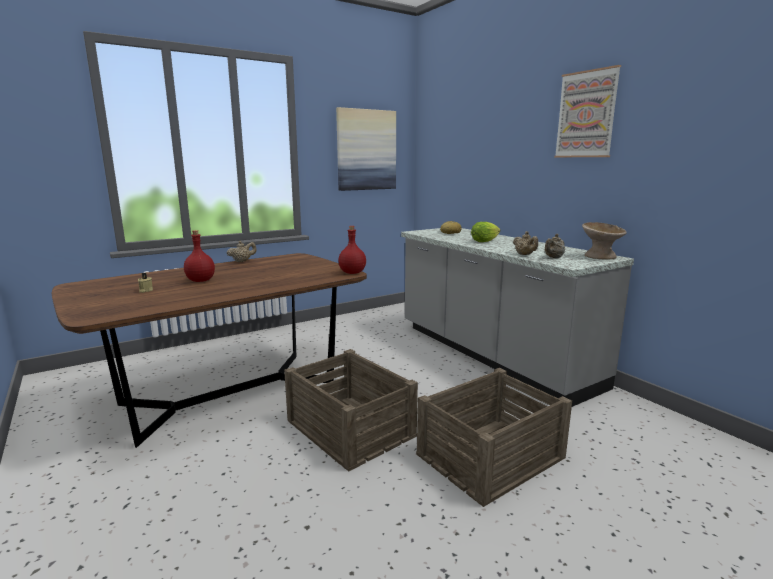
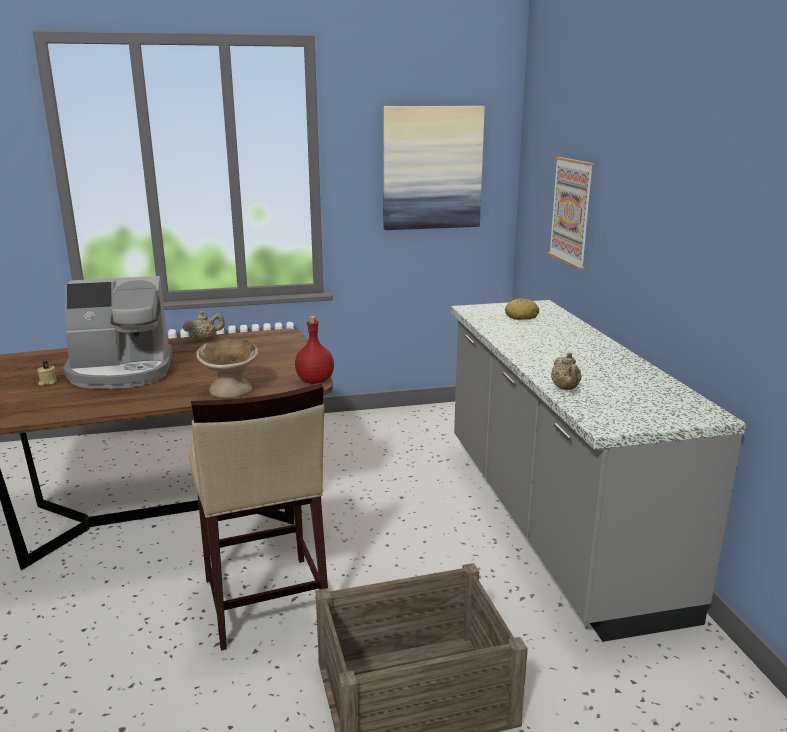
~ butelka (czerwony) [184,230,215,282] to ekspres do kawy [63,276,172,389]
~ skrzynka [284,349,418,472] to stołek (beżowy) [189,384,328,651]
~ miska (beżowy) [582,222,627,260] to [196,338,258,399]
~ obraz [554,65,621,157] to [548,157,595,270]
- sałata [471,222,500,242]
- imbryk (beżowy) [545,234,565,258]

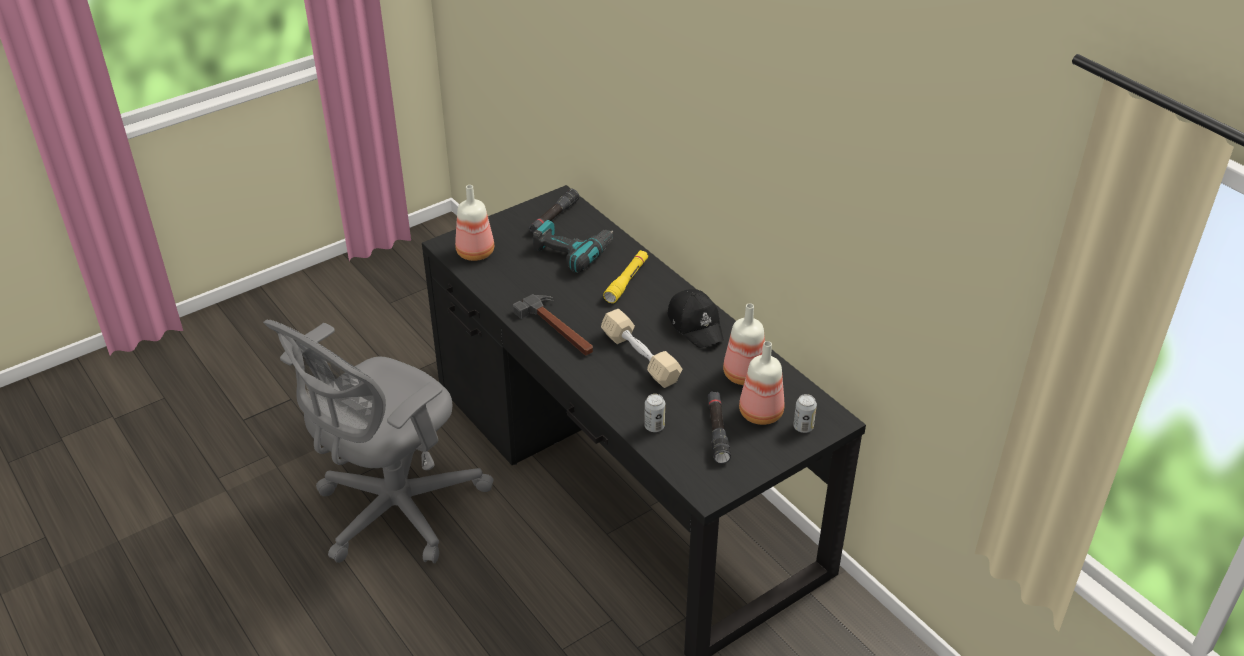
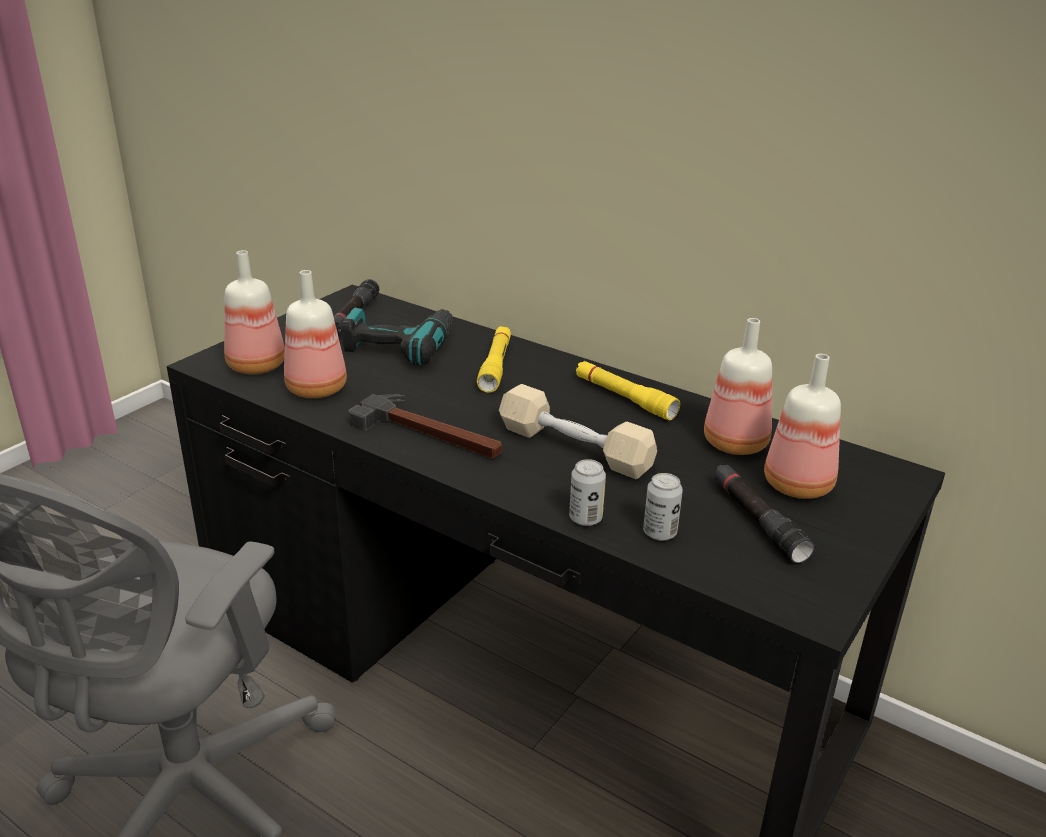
+ butelka [284,270,347,398]
~ puszka [793,394,817,433] to [569,459,606,526]
~ czapka z daszkiem (czarny) [667,289,724,348] to latarka (żółty) [576,361,680,420]

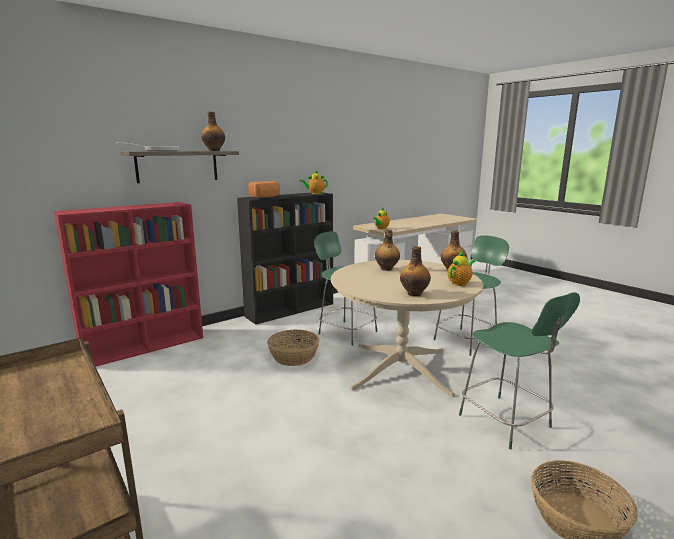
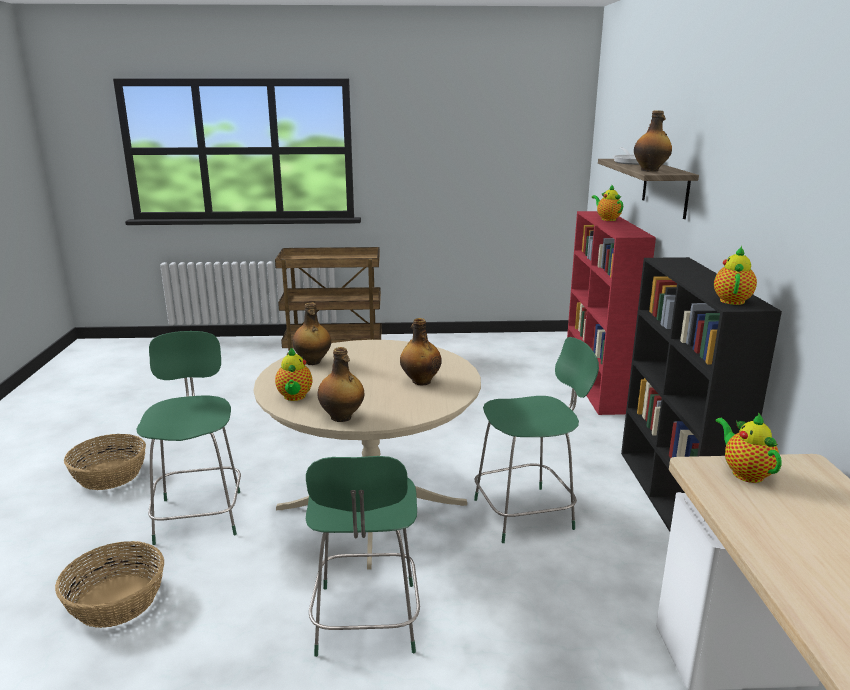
~ koszyk [267,329,319,366] to [55,541,164,628]
~ krzesło (zielony) [459,292,580,449] = [136,331,241,545] 75 degrees clockwise
+ imbryk [592,185,623,221]
- chleb [248,181,280,198]

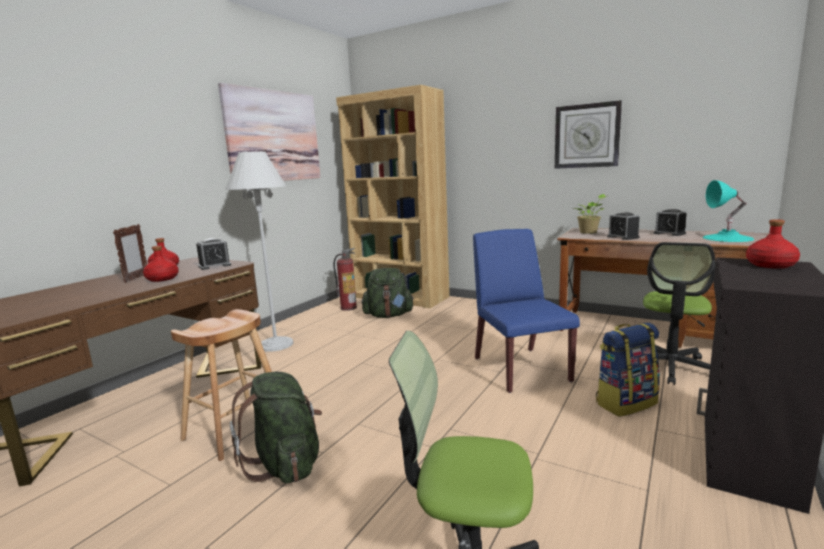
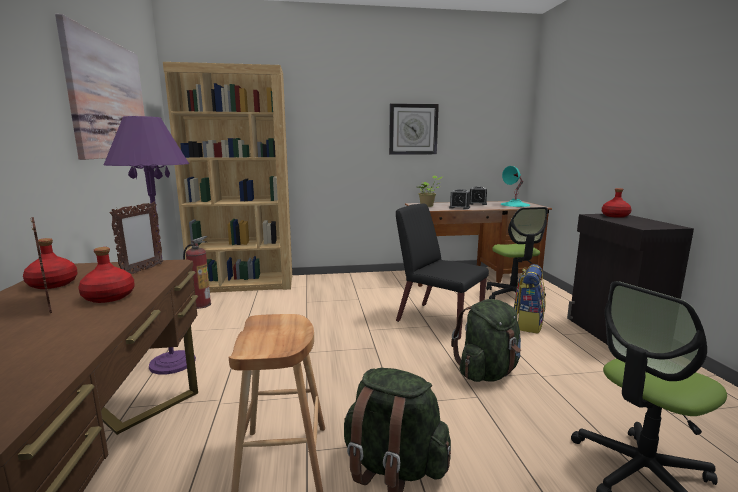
~ lampa stojąca (biały) [225,151,293,352] to lampa stojąca (fioletowy) [104,116,196,375]
~ budzik [196,238,231,270] to ramka na zdjęcie [110,202,163,274]
~ krzesło (niebieski) [473,229,580,393] to krzesło (czarny) [396,203,489,340]
~ plecak (zielony) [362,268,414,318] to [451,299,521,382]

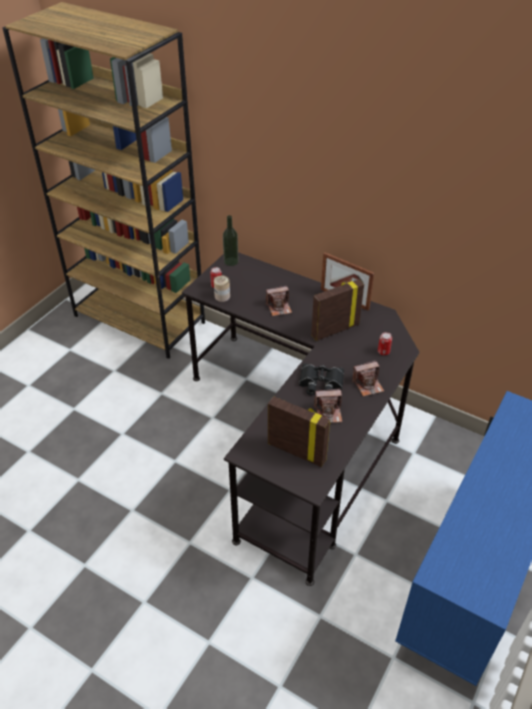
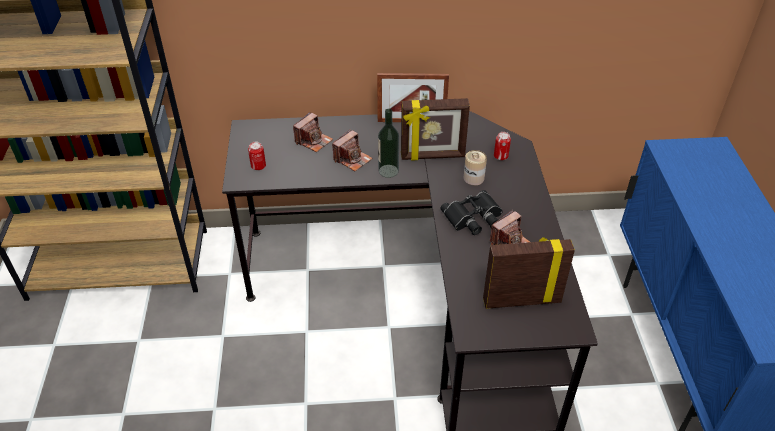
~ aparat fotograficzny [352,360,384,397] to [293,112,333,152]
~ butelka [223,215,239,266] to [378,108,399,178]
~ ramka na zdjęcie [311,279,364,341] = [401,98,470,161] 120 degrees counterclockwise
~ puszka [214,276,230,302] to [464,150,487,185]

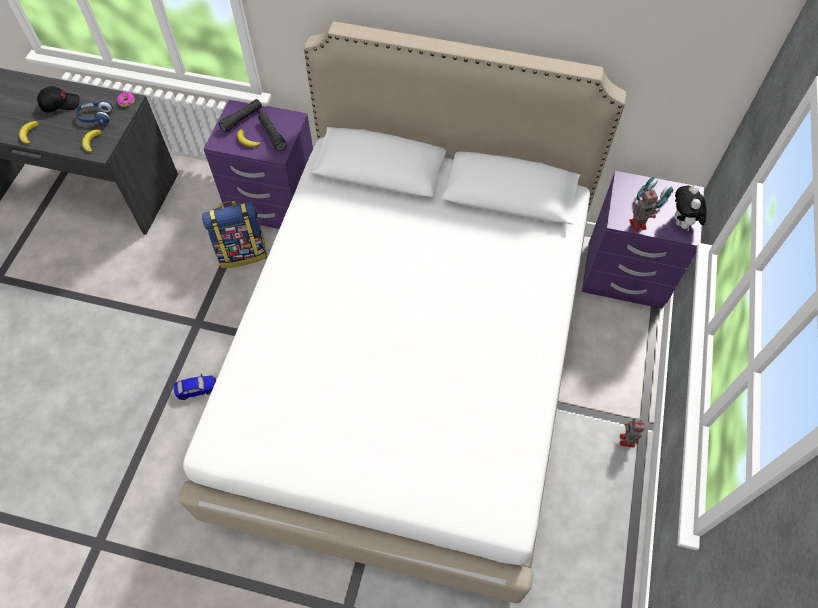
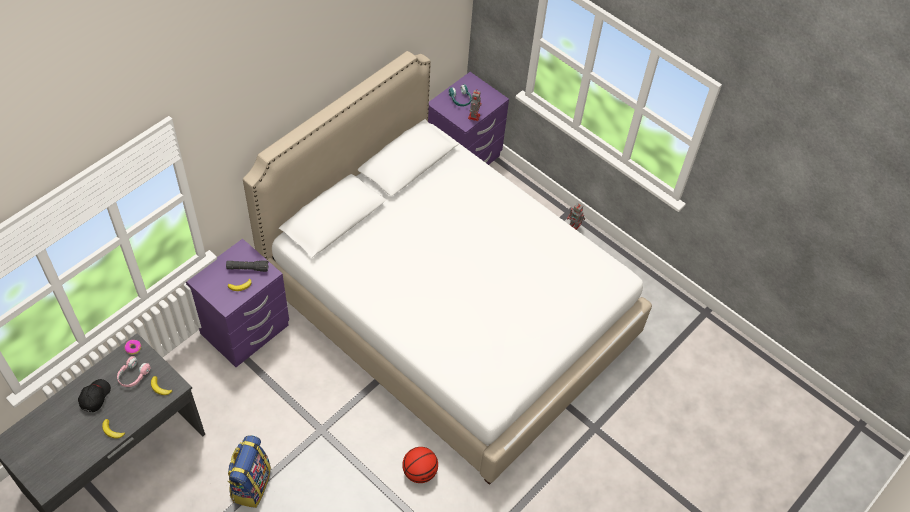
~ słuchawki (niebieski) [76,100,113,125] to słuchawki (różowy) [117,356,150,387]
~ plecak [202,201,267,268] to [227,435,271,508]
+ piłka do koszykówki [402,447,438,483]
- samochodzik [174,374,216,400]
- latarka (czarny) [218,99,262,132]
- pluszak [674,185,706,232]

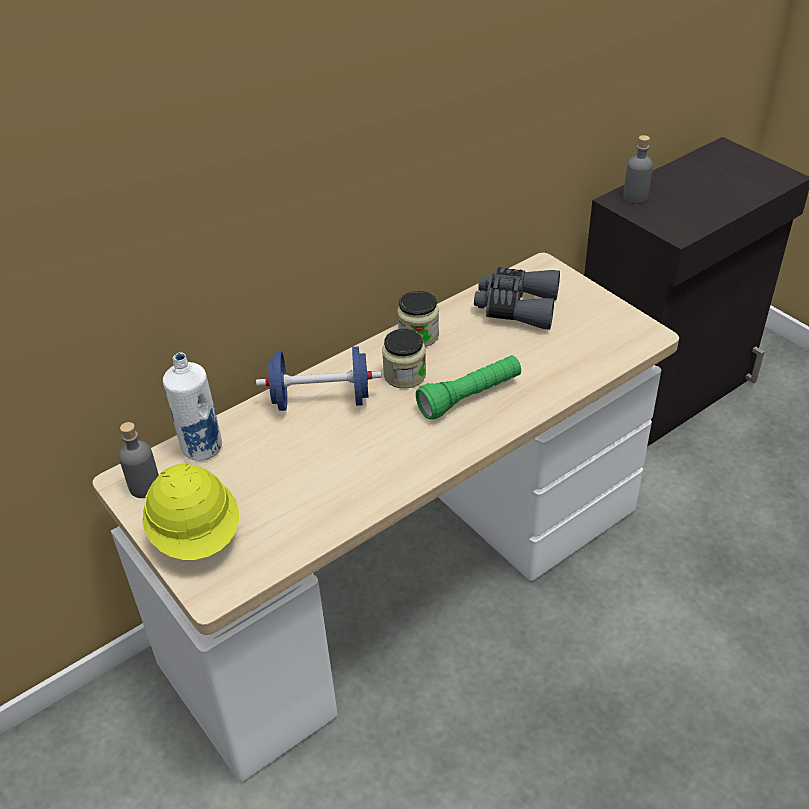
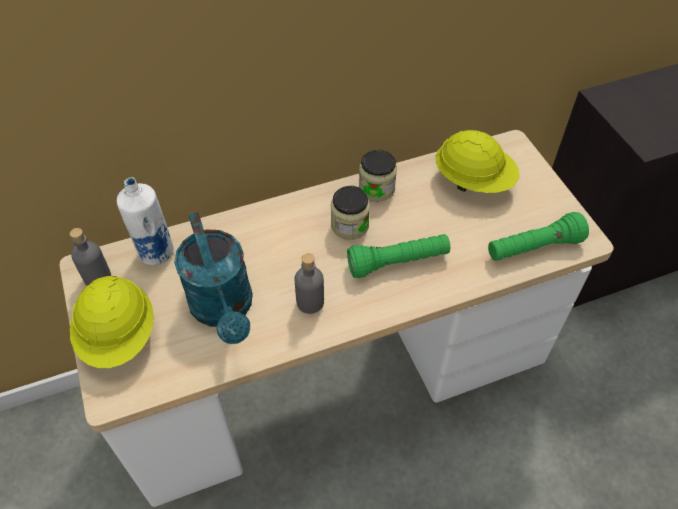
+ konewka (turkusowy) [174,212,253,344]
~ butelka (szary) [623,135,653,203] to [295,253,324,314]
~ lornetka (szary) [474,267,560,330] to kask (żółty) [436,130,520,193]
+ latarka (zielony) [488,212,589,261]
- hantel (niebieski) [256,346,382,411]

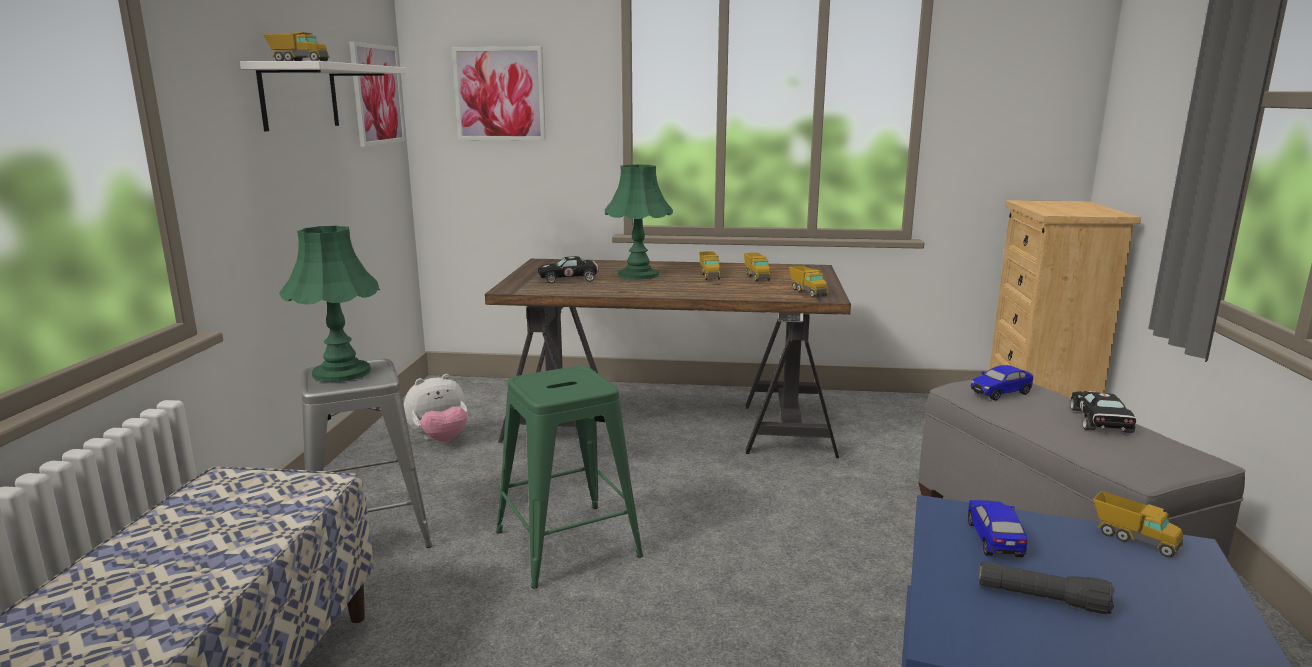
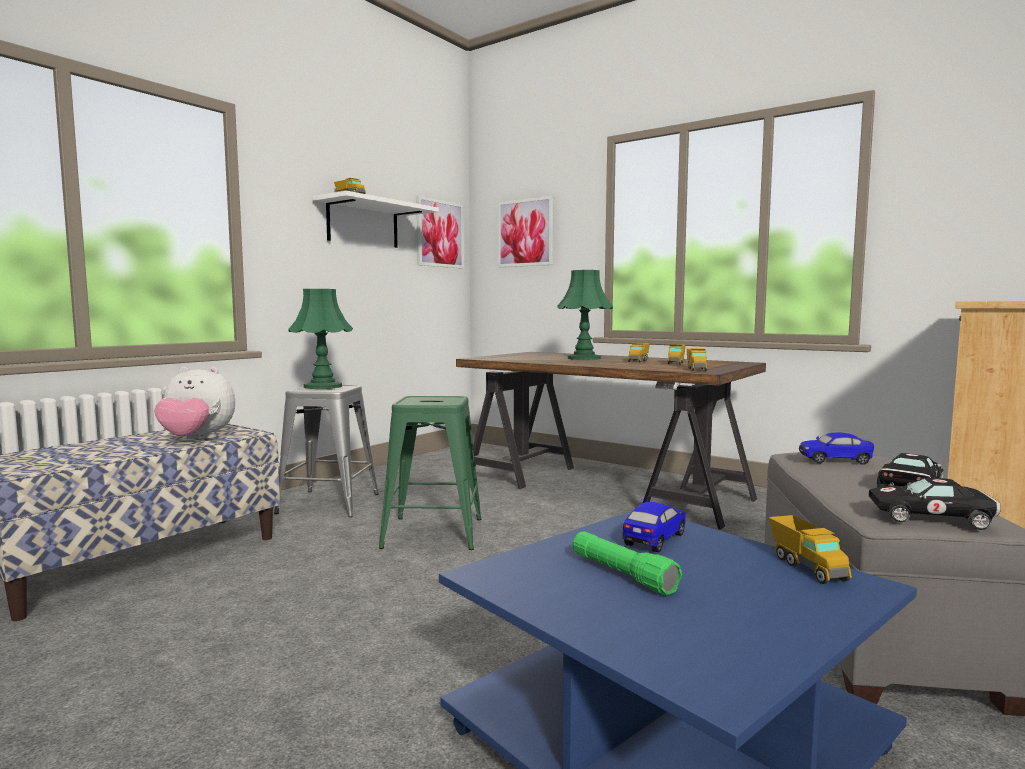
~ pluszak [404,374,467,442] to [154,367,235,439]
~ latarka (czarny) [979,561,1115,614] to latarka (zielony) [573,531,682,595]
~ samochodzik (czarny) [538,256,599,283] to [869,478,1001,530]

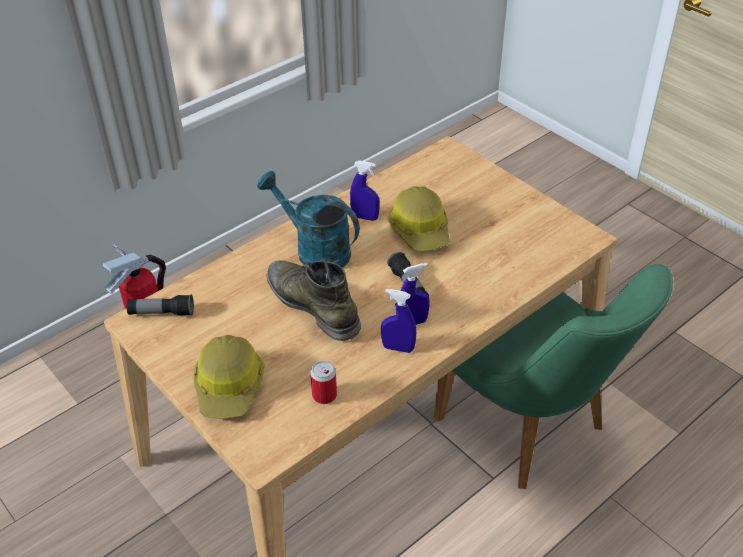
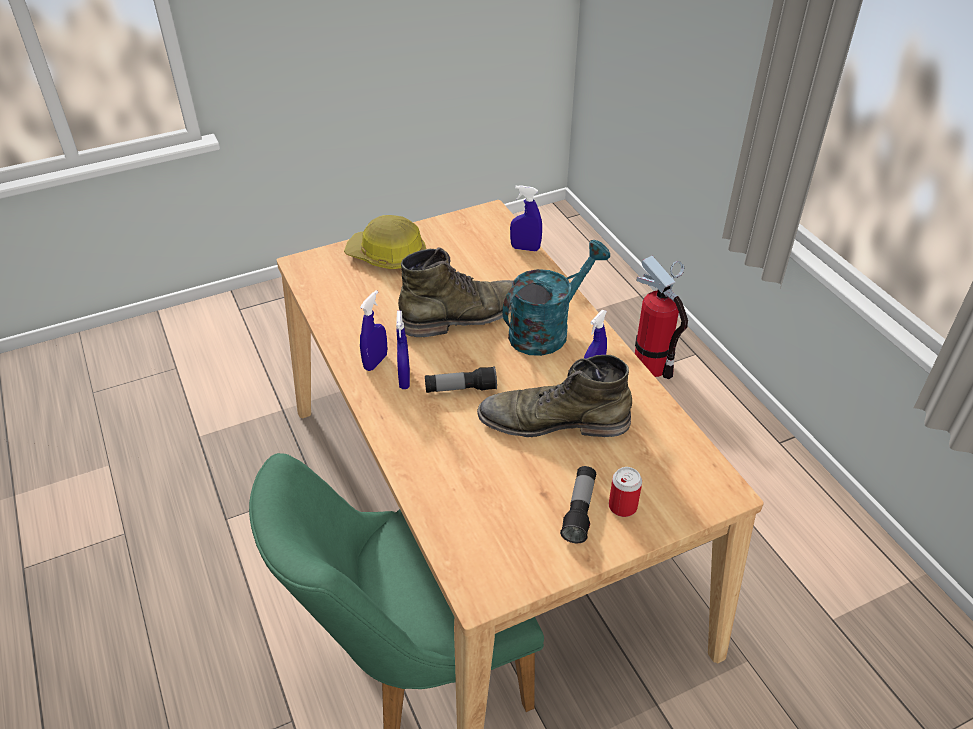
~ kask [387,186,450,252] to but z cholewką (zielony) [477,355,632,437]
+ spryskiwacz (niebieski) [510,185,542,251]
~ latarka [127,295,194,316] to [560,466,596,543]
~ puszka [310,361,337,404] to [609,467,642,517]

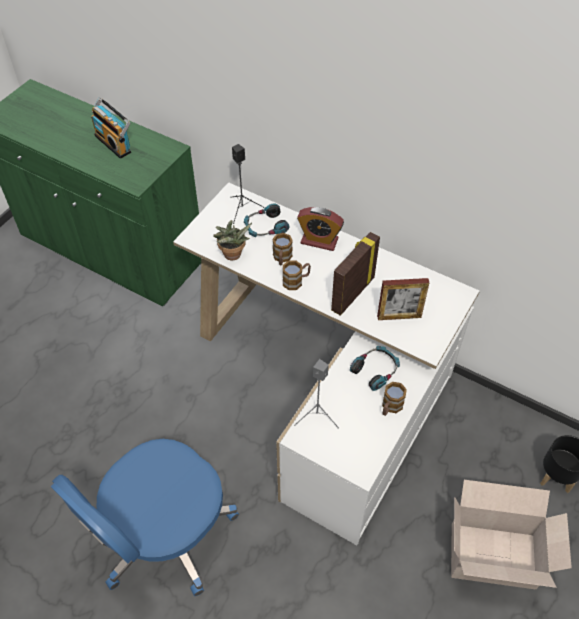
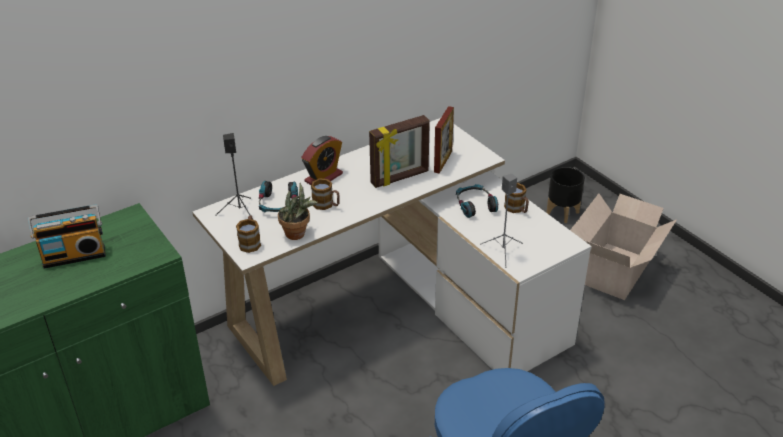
~ kubek [283,261,311,290] to [236,215,261,253]
~ ramka na zdjęcie [331,232,380,316] = [369,115,430,188] 90 degrees counterclockwise

